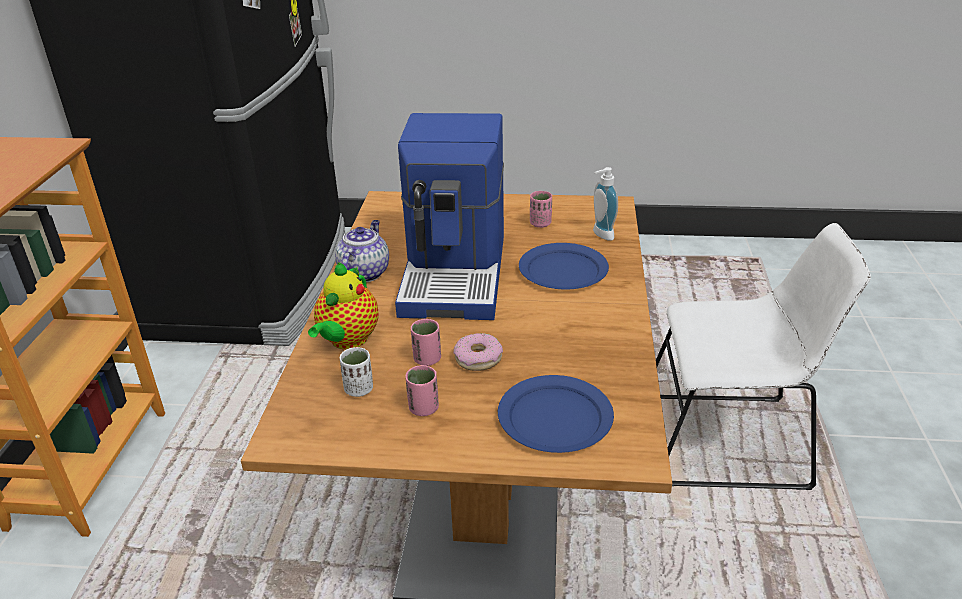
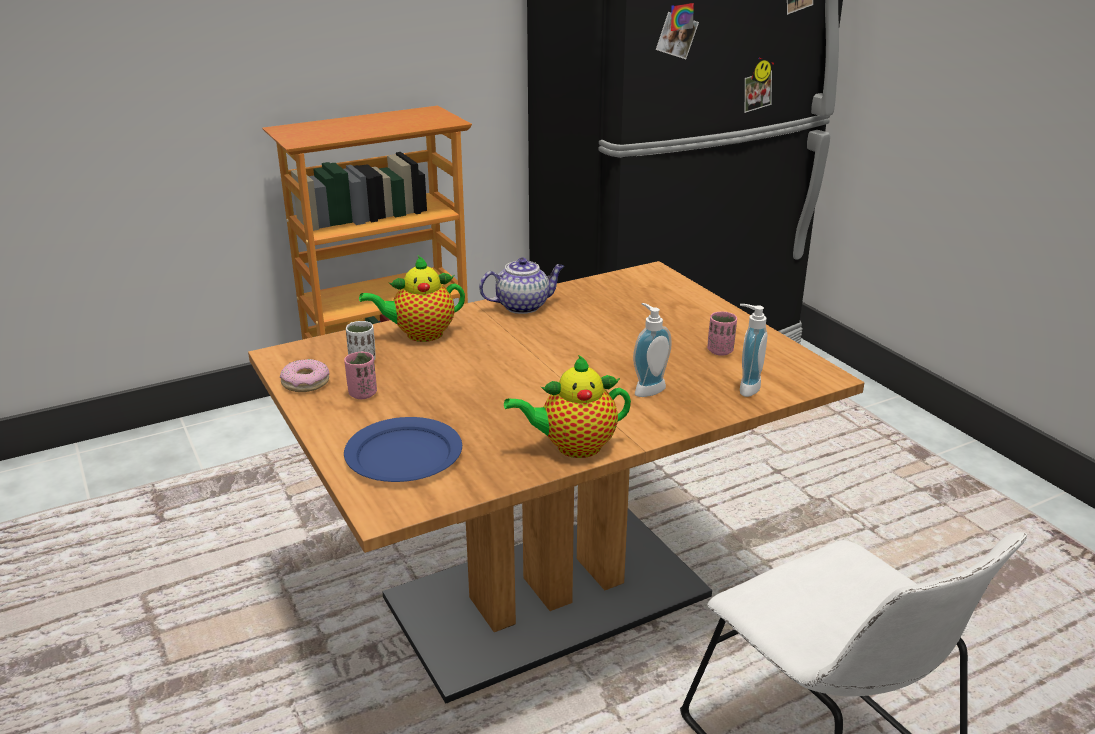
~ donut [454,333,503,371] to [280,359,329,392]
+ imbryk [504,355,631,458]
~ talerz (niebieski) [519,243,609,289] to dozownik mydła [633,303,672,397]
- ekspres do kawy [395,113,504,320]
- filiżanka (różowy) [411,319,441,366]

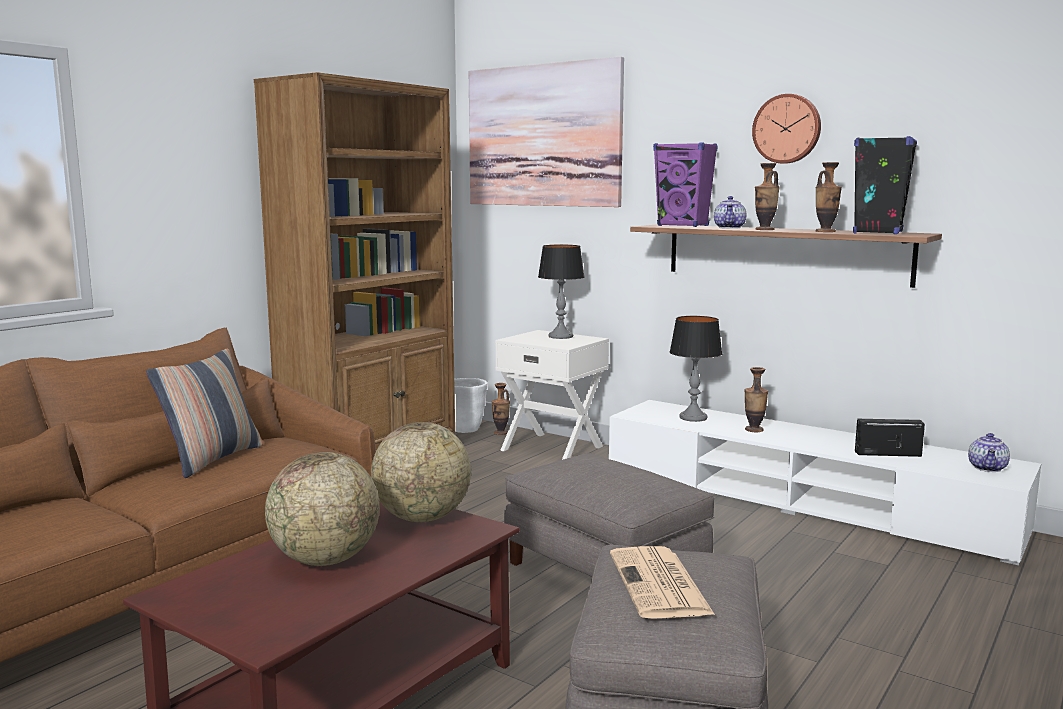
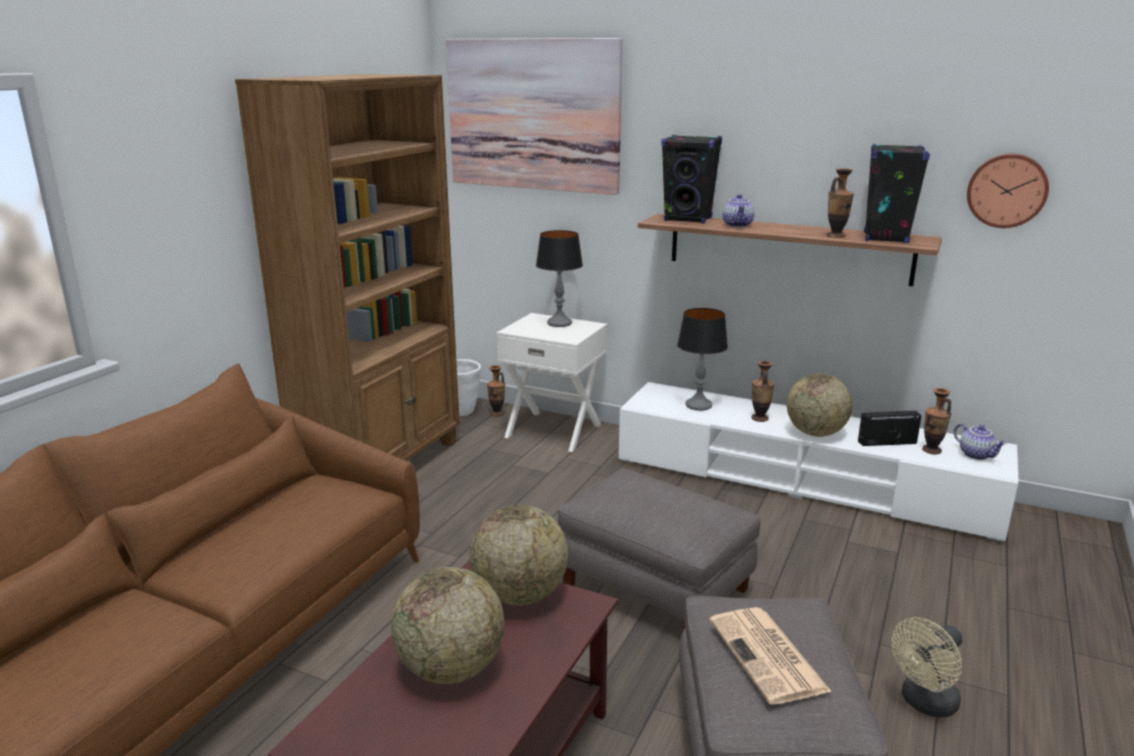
~ głośnik (fioletowy) [653,143,718,227] to głośnik (czarny) [661,135,722,224]
+ globus [787,373,852,437]
+ wentylator (beżowy) [891,617,963,717]
~ wazon [755,163,780,230] to [922,388,951,454]
~ imbryk [968,433,1010,472] = [954,423,1007,460] 45 degrees counterclockwise
~ zegar ścienny [752,94,821,164] to [967,154,1049,228]
- poduszka [146,349,263,478]

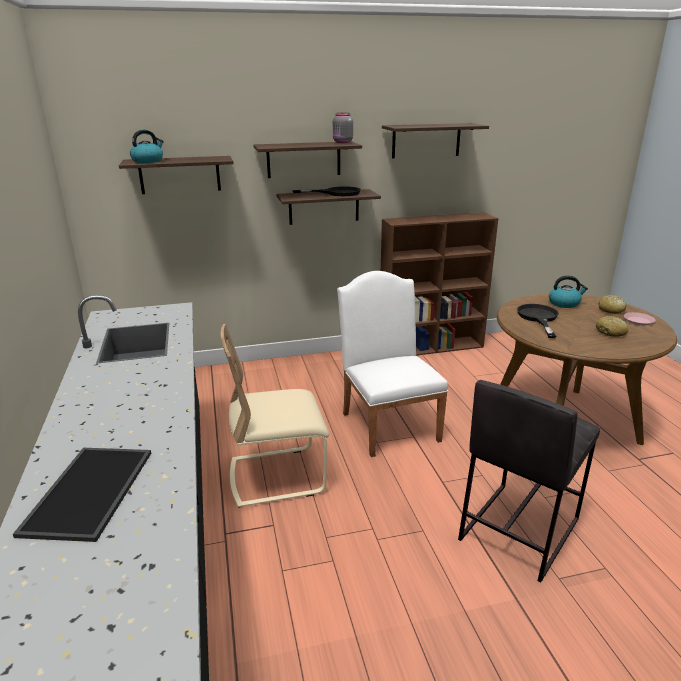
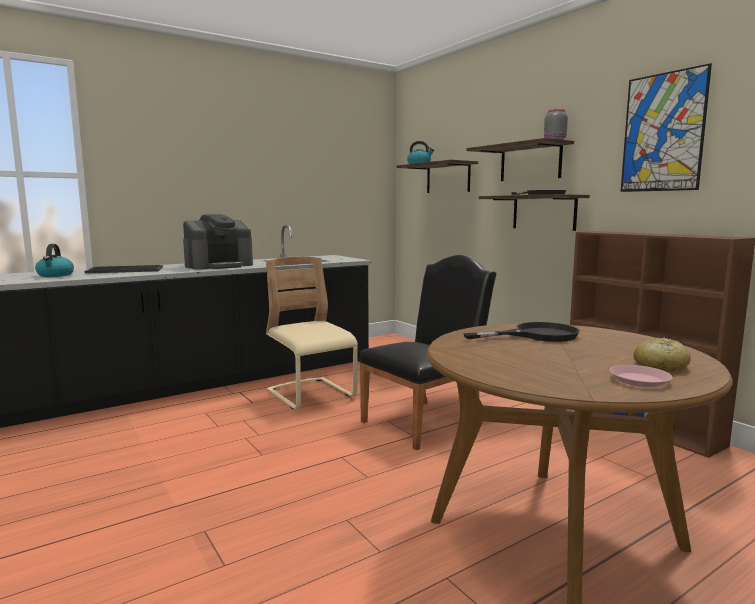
~ czajnik [549,275,588,308] to [35,244,74,277]
+ ekspres do kawy [183,214,253,270]
~ krzesło (biały) [337,271,448,457] to krzesło (czarny) [359,255,497,450]
~ półka [382,123,489,158] to obraz [621,63,712,192]
- stołek (szary) [458,380,600,583]
- chleb [596,316,628,337]

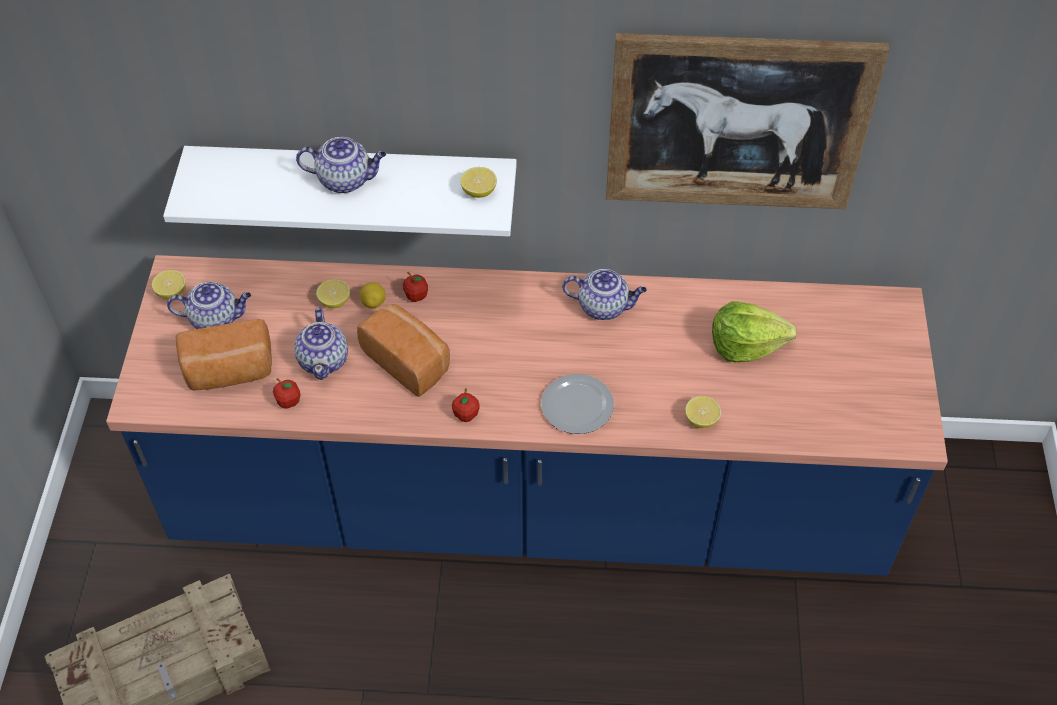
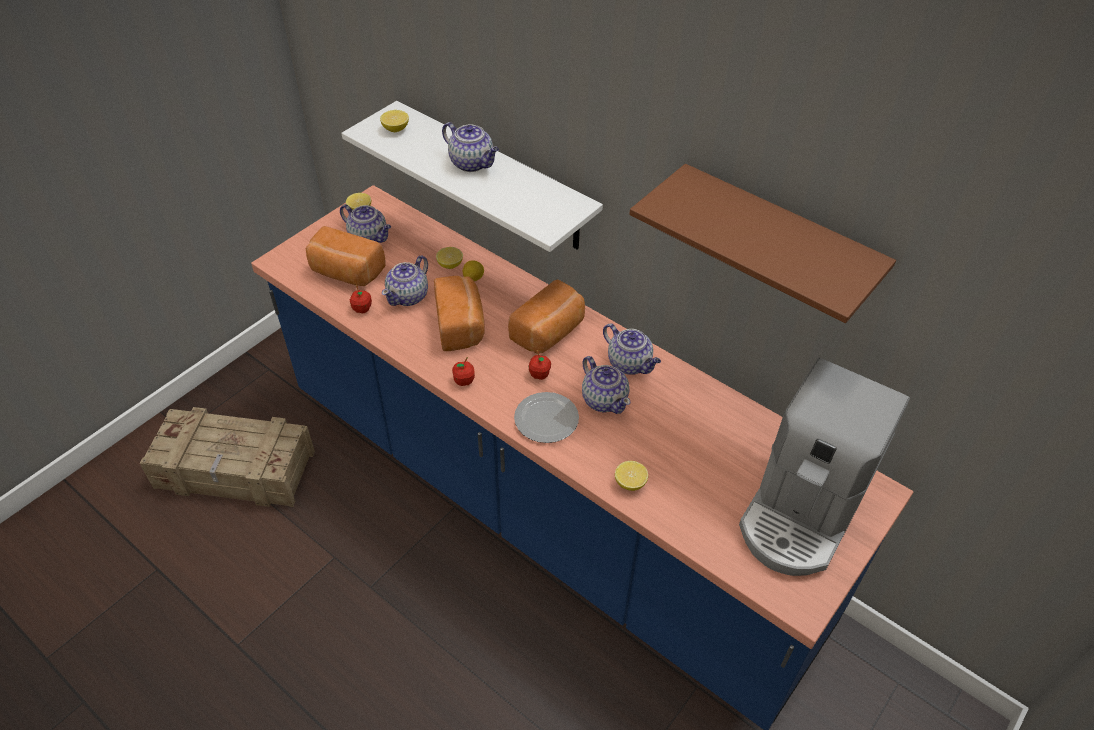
~ cytryna [460,167,497,198] to [380,110,409,132]
+ chleb [508,279,585,354]
~ jabłko [403,272,428,302] to [529,350,551,380]
+ imbryk [582,356,630,414]
~ obraz [606,33,889,209] to półka (brązowy) [629,164,896,323]
+ ekspres do kawy [739,358,910,576]
- sałata [712,302,797,362]

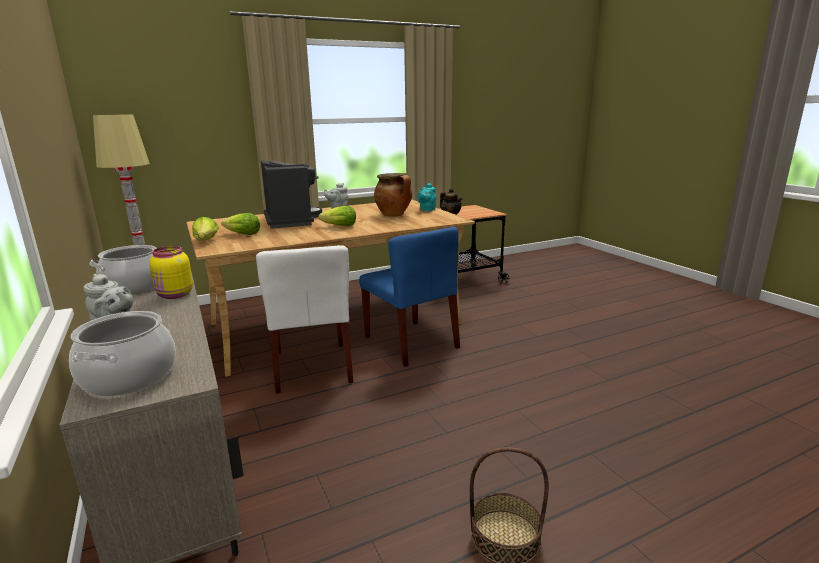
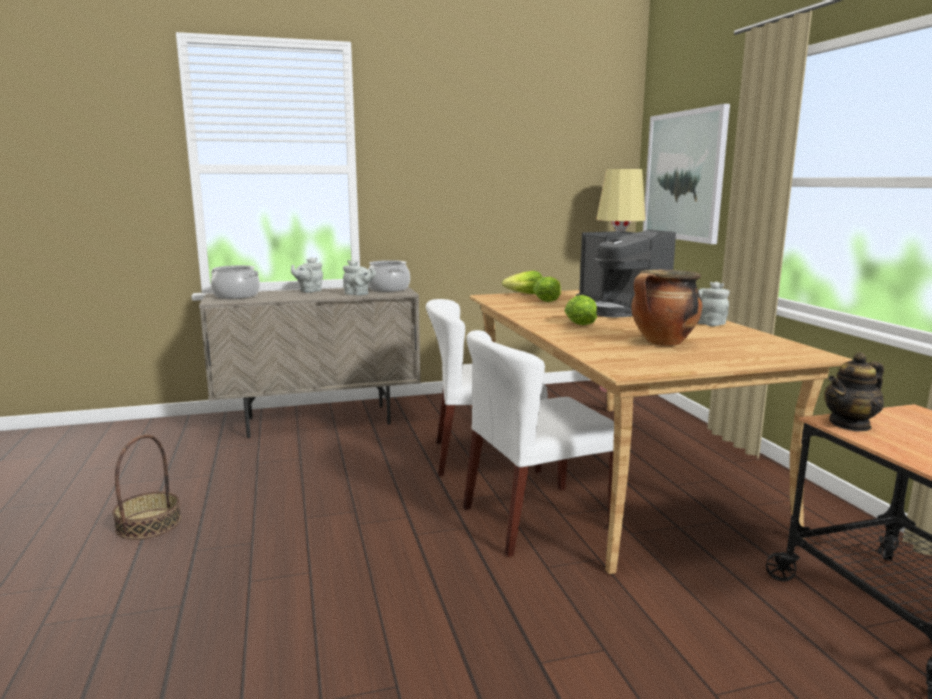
~ słoik (żółty) [149,246,193,299] to imbryk (szary) [343,260,376,295]
~ krzesło (niebieski) [359,226,460,367] to krzesło (biały) [463,330,614,557]
~ ekspres do kawy [261,160,322,229] = [576,229,676,318] 75 degrees clockwise
+ obraz [643,104,730,244]
- imbryk (turkusowy) [417,183,436,211]

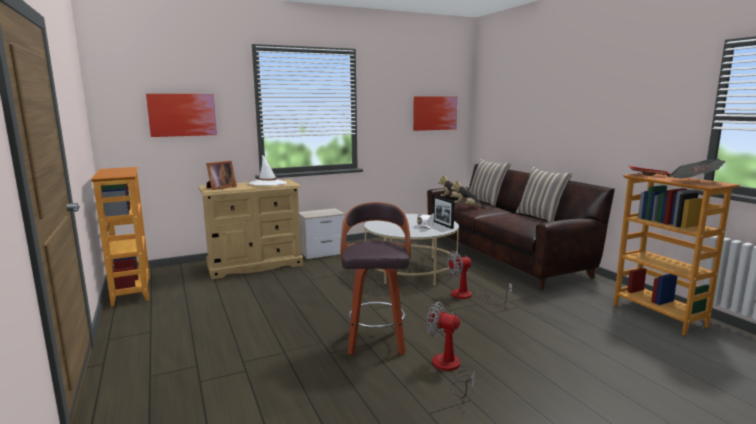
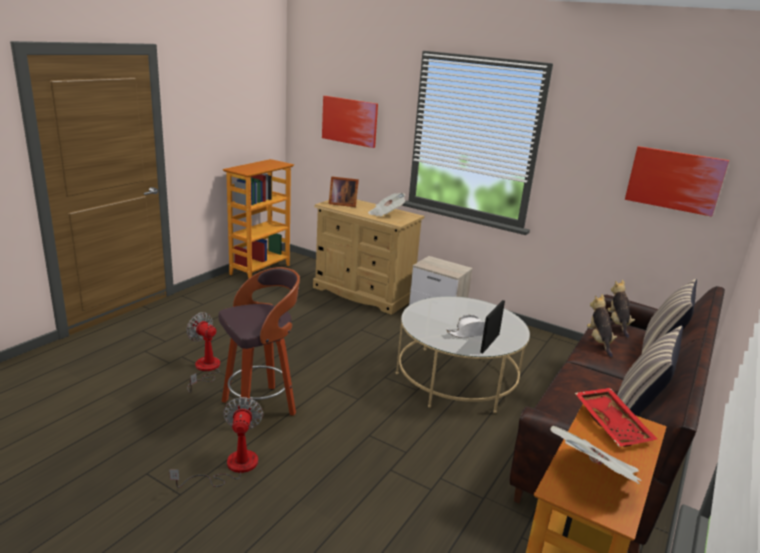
~ wentylator [447,251,512,305] to [186,312,220,393]
~ kapelusz (biały) [249,155,287,186] to gazeta [368,193,406,217]

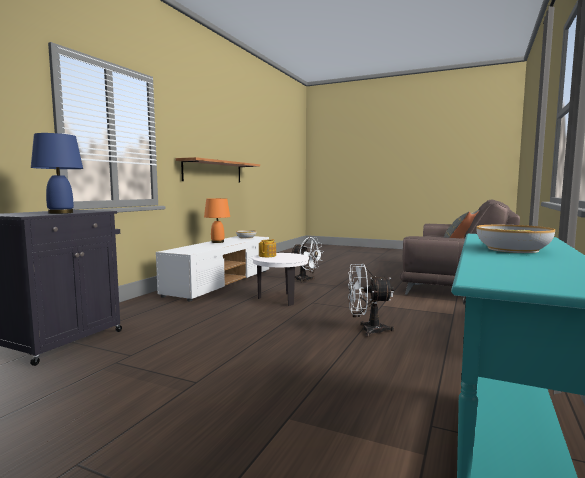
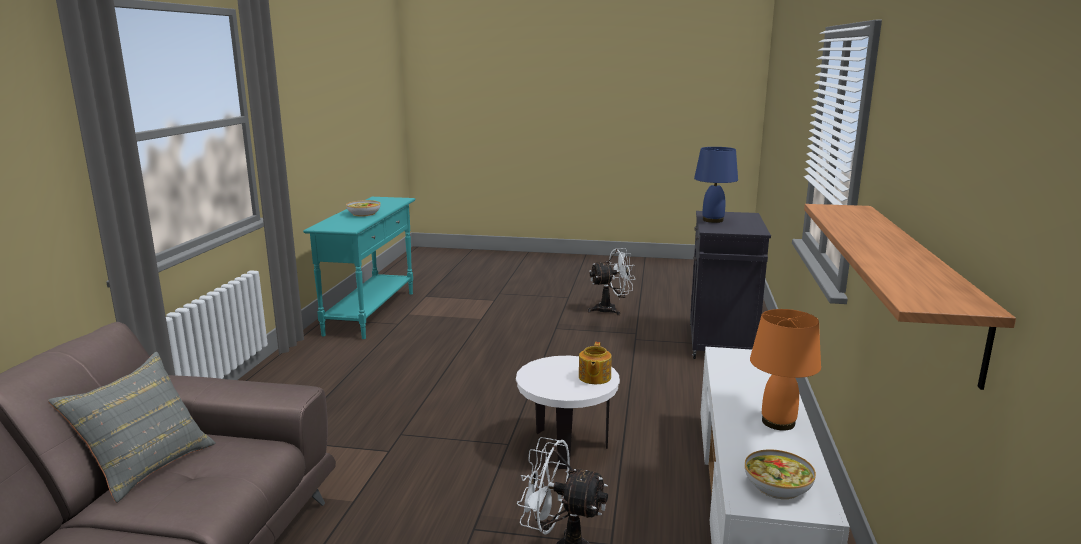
~ wentylator (biały) [348,263,394,337] to [588,248,635,315]

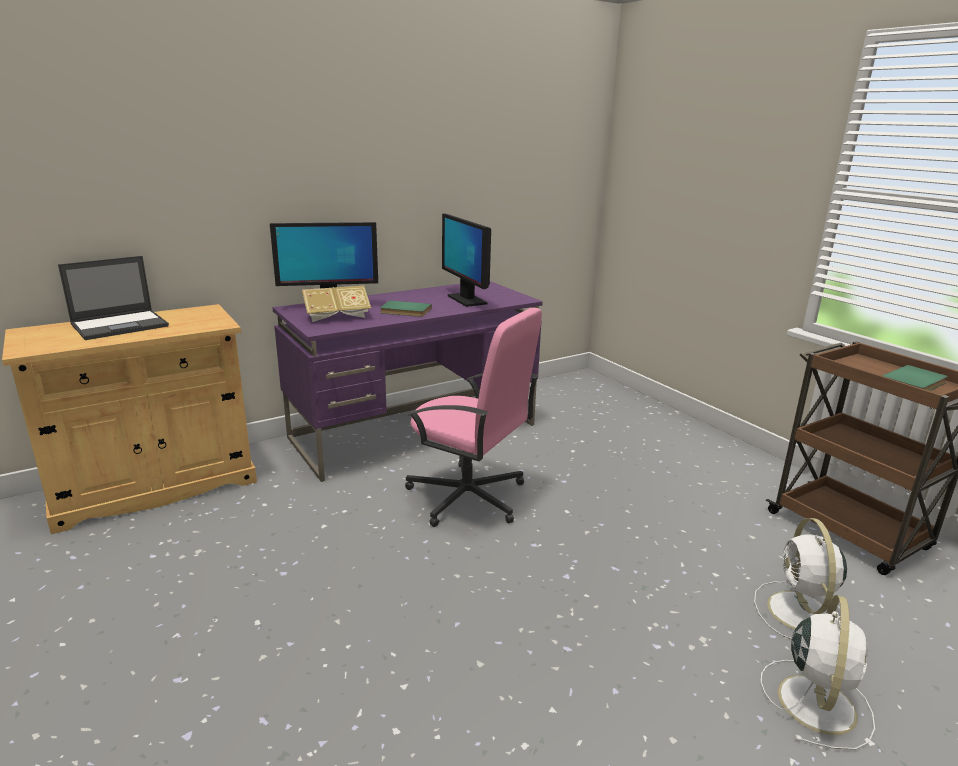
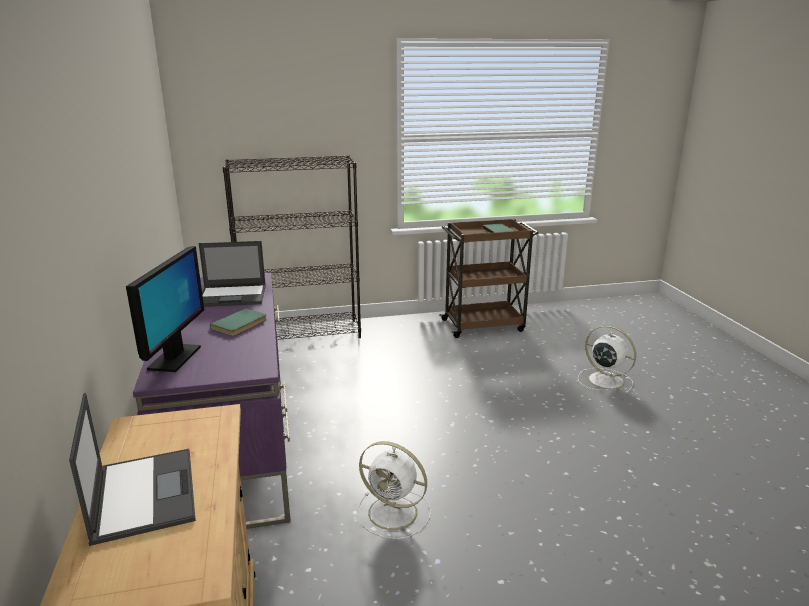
~ monitor [442,214,491,307] to laptop [199,241,266,307]
+ regał (czarny) [223,155,361,340]
~ wentylator (biały) [754,518,847,640] to [357,441,431,539]
- książka [302,286,371,322]
- krzesło biurowe (różowy) [405,307,542,527]

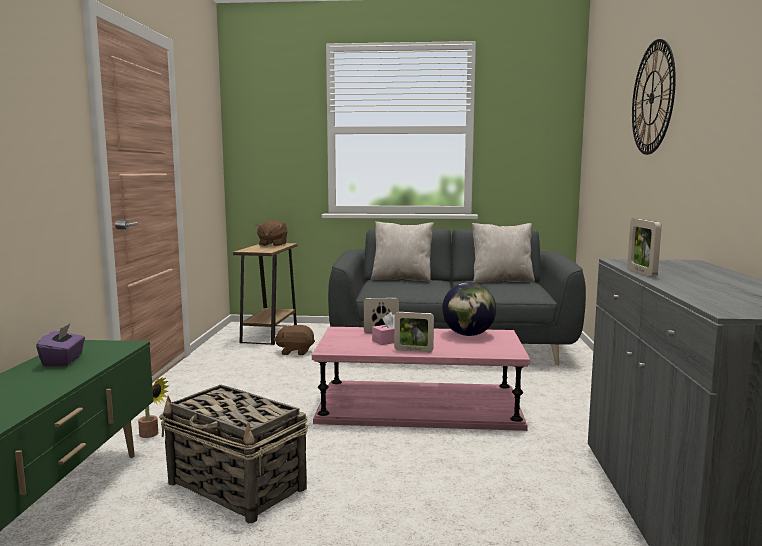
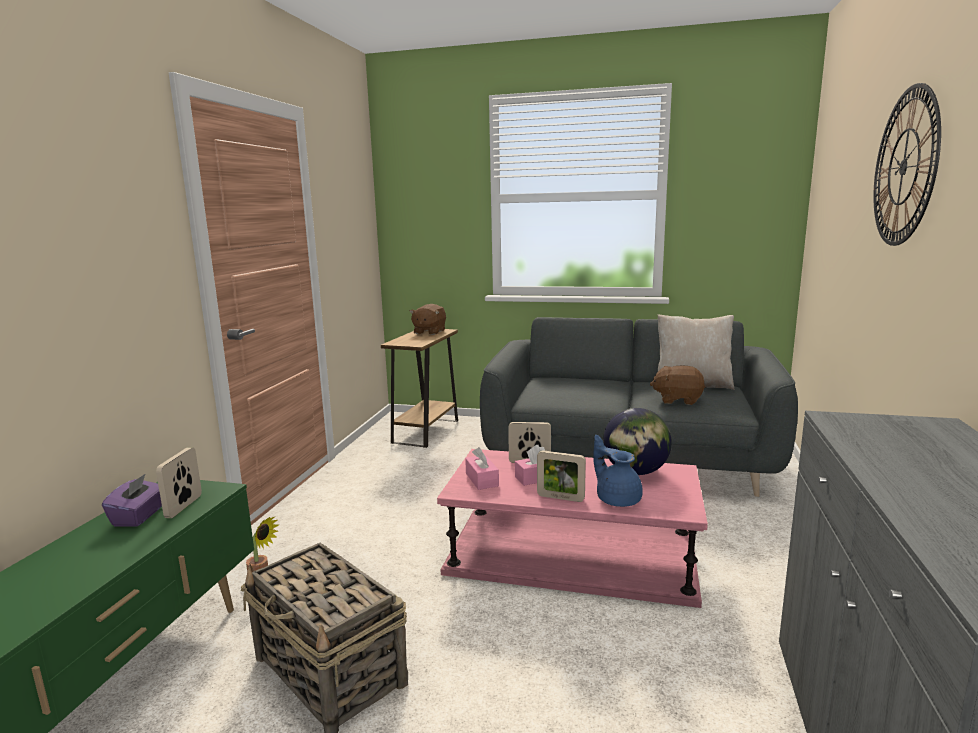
~ ramka na zdjęcie [627,219,662,276] to [156,447,202,518]
+ pudełko chusteczek (różowy) [465,447,499,490]
+ imbryk (niebieski) [593,435,643,507]
~ pluszak (brązowy) [274,325,315,355] to [650,365,705,405]
- poduszka (beżowy) [370,221,434,282]

